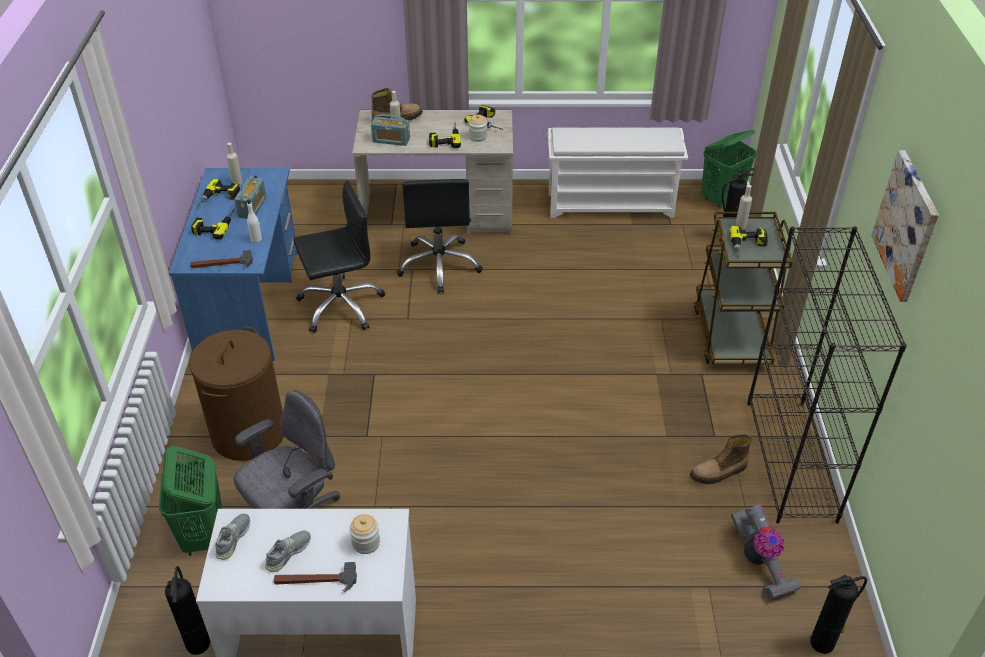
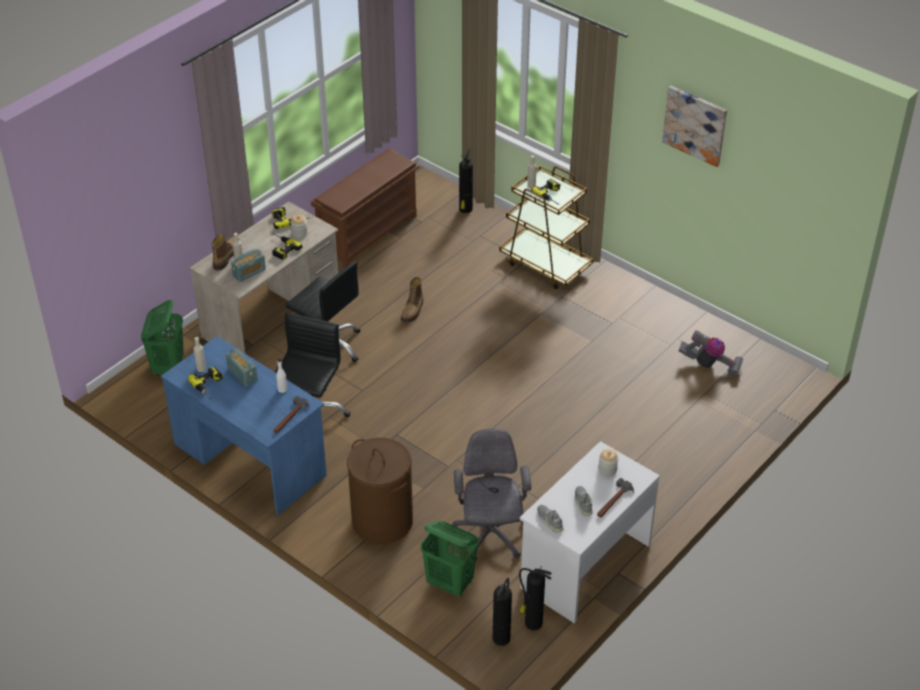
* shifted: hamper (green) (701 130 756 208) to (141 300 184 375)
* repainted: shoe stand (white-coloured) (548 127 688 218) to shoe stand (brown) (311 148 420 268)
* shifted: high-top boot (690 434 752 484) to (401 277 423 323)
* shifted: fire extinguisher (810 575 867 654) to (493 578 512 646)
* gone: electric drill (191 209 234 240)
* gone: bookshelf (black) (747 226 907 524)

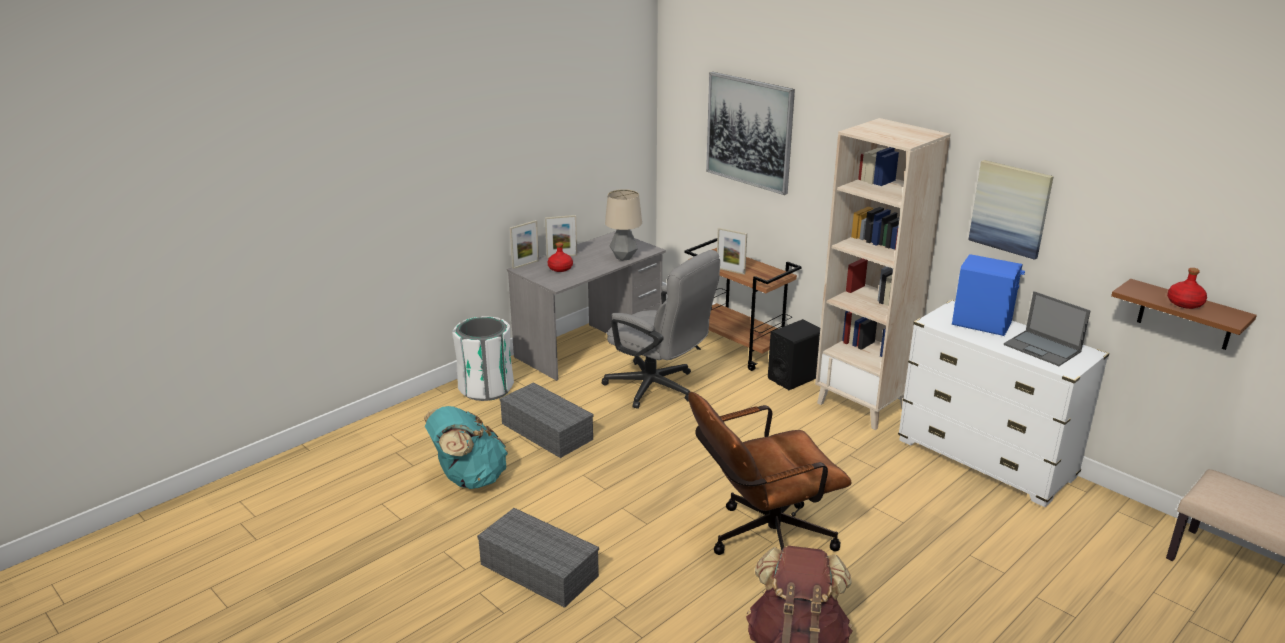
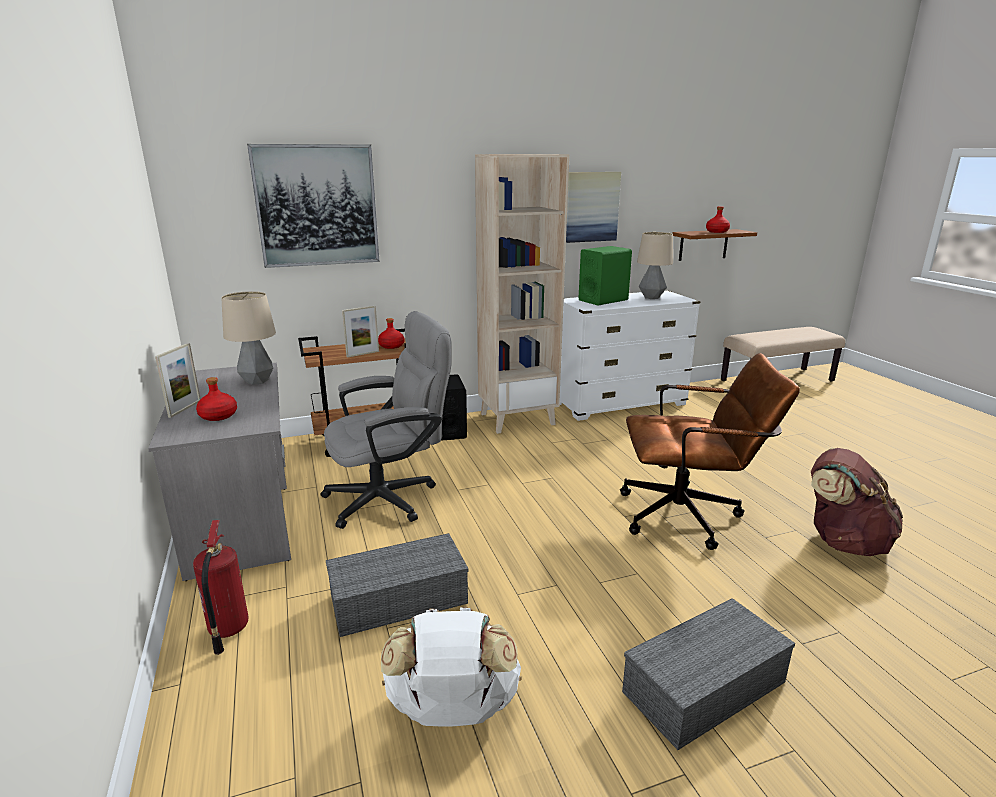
* swapped: trash can (white-coloured) (452 316 514 401) to fire extinguisher (193 520 248 655)
* new: drink bottle (red) (378 318 404 349)
* repainted: rucksack (turquoise) (424 406 508 489) to rucksack (white-coloured) (381 607 522 727)
* repainted: loudspeaker (blue) (952 254 1025 336) to loudspeaker (green) (579 246 632 305)
* rotated: computer chair (brown) (688 392 852 555) = (620 353 800 550) 90 degrees counterclockwise
* swapped: laptop (1004 291 1091 366) to table lamp (637 232 673 299)
* gone: photo frame (510 220 539 269)

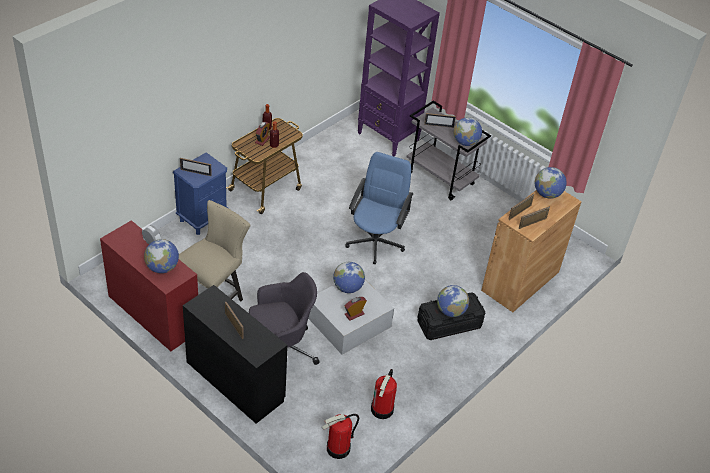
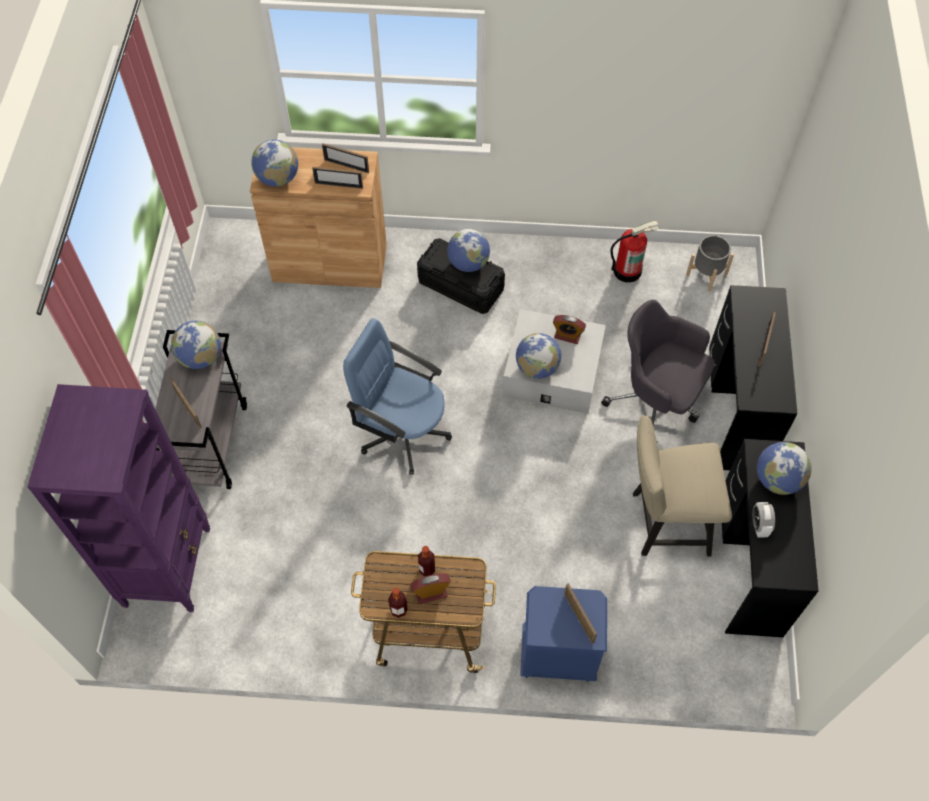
* rotated: computer chair (blue) (346 152 413 264) = (343 318 452 475) 45 degrees clockwise
* swapped: fire extinguisher (322 414 359 459) to planter (gray) (686 235 734 291)
* repainted: desk unit (red) (100 220 198 351) to desk unit (black) (722 439 819 637)

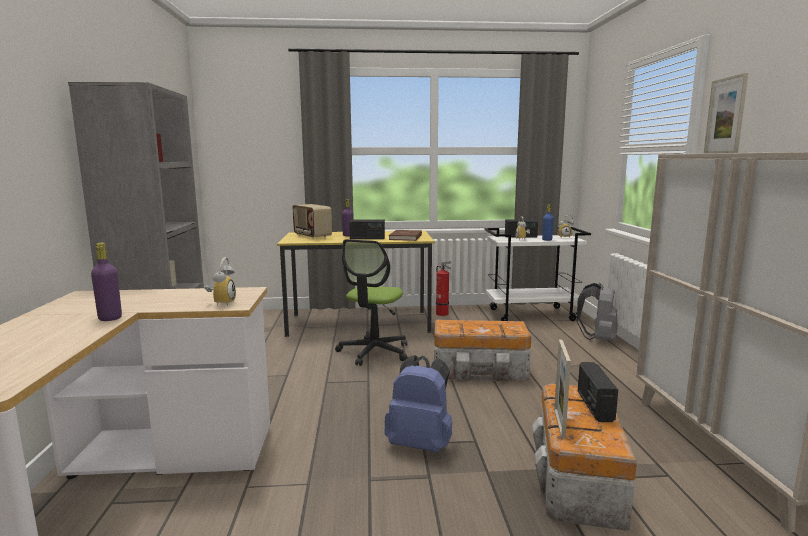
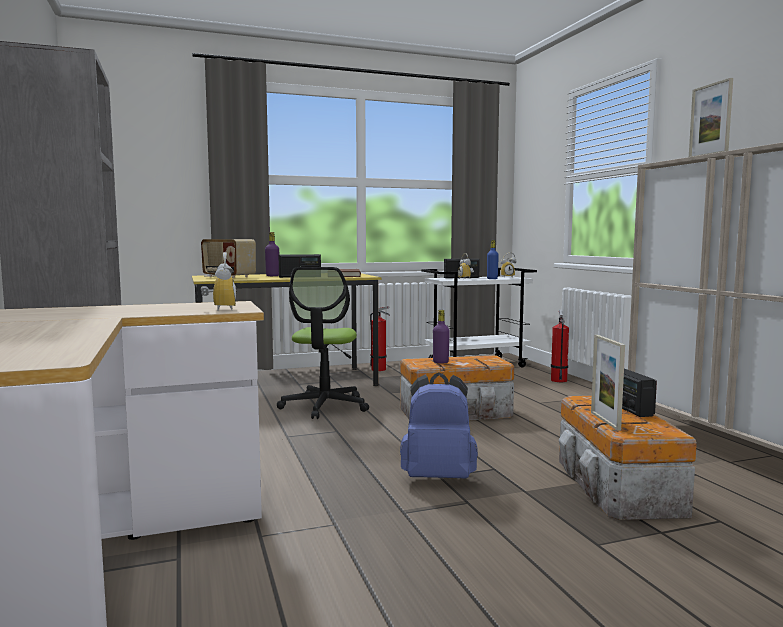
* shifted: drink bottle (purplish) (91 242 122 321) to (433 310 450 364)
* swapped: rucksack (gray) (577 283 618 341) to fire extinguisher (551 309 569 382)

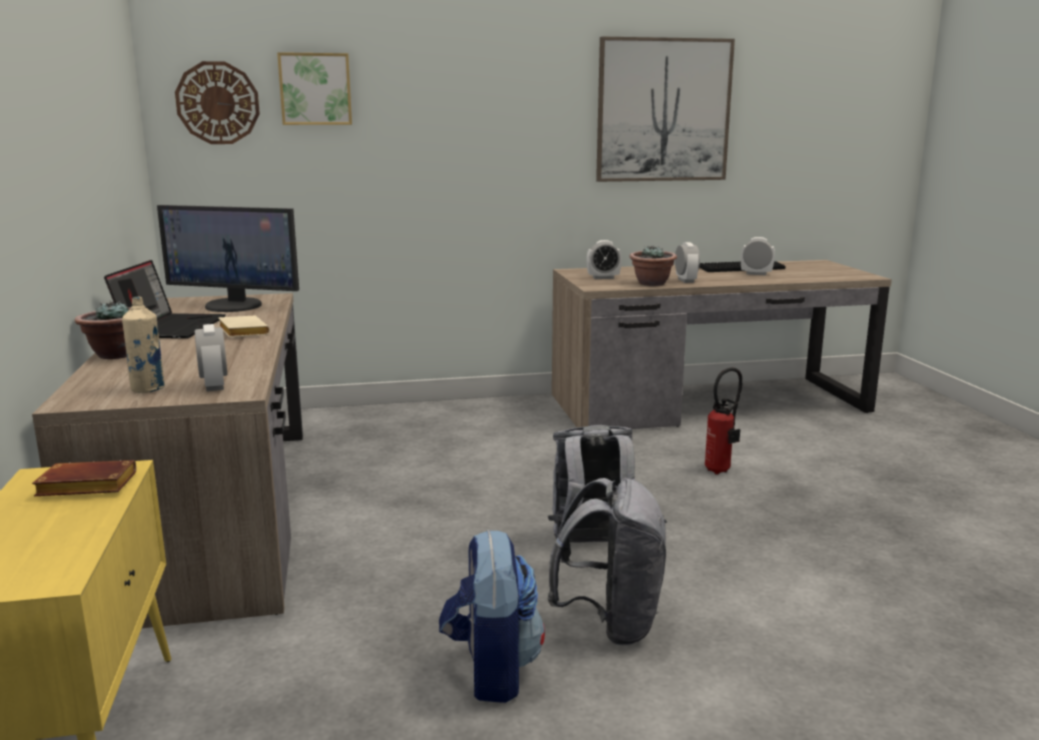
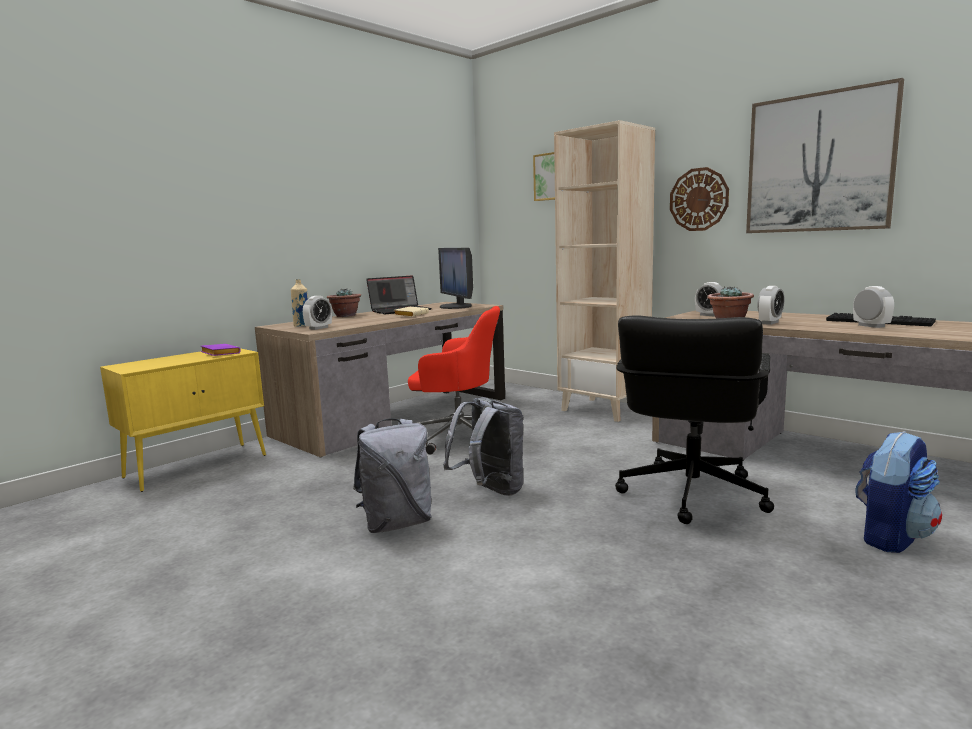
* repainted: book (brown) (32 460 136 496) to book (purplish) (201 344 241 356)
* new: computer chair (red) (408 306 500 454)
* new: bookshelf (beige-coloured) (554 120 655 422)
* swapped: fire extinguisher (705 368 743 475) to computer chair (black) (615 315 774 524)
* shifted: wall clock (175 61 260 144) to (670 167 729 231)
* shifted: rucksack (439 530 545 703) to (855 431 942 553)

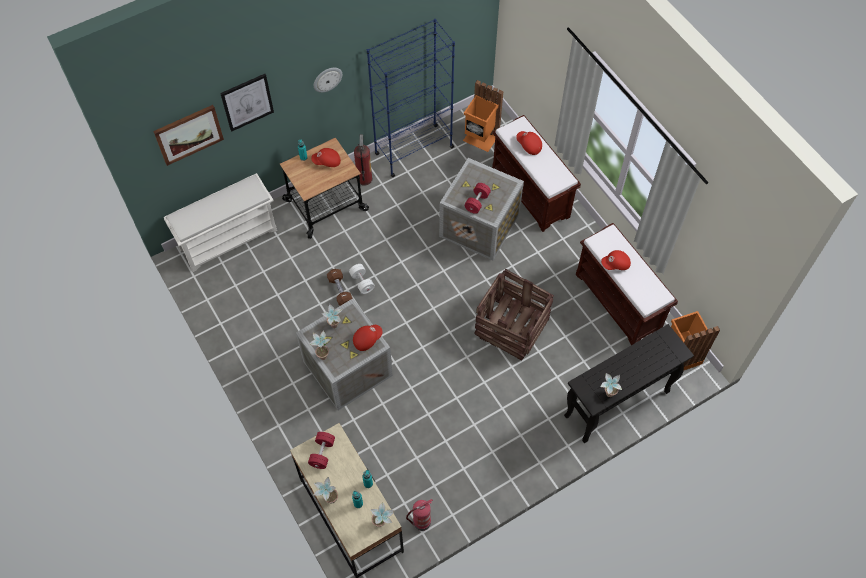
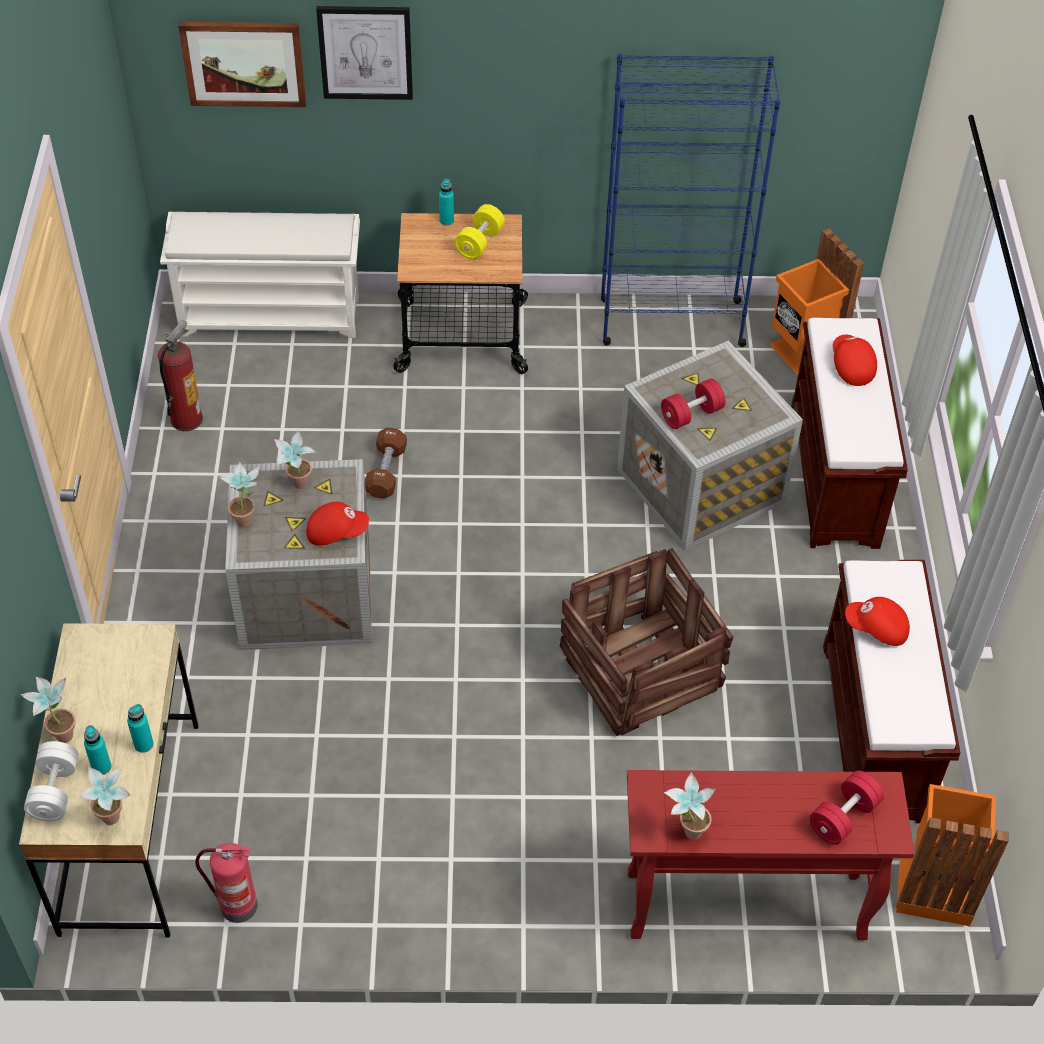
* shifted: free weight (white-coloured) (349 264 375 294) to (24 741 79 821)
* shifted: fire extinguisher (354 134 372 185) to (158 320 203 431)
* swapped: baseball cap (red) (311 148 341 167) to free weight (yellow-coloured) (454 204 505 259)
* repainted: console table (black) (564 324 694 443) to console table (red) (627 770 915 940)
* shifted: free weight (red) (308 432 335 469) to (809 771 884 845)
* gone: wall clock (314 68 342 93)

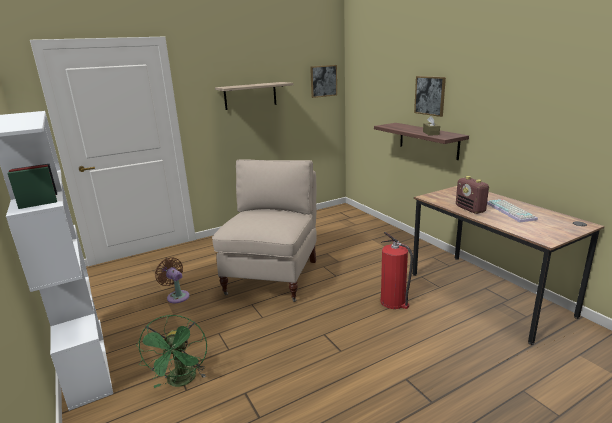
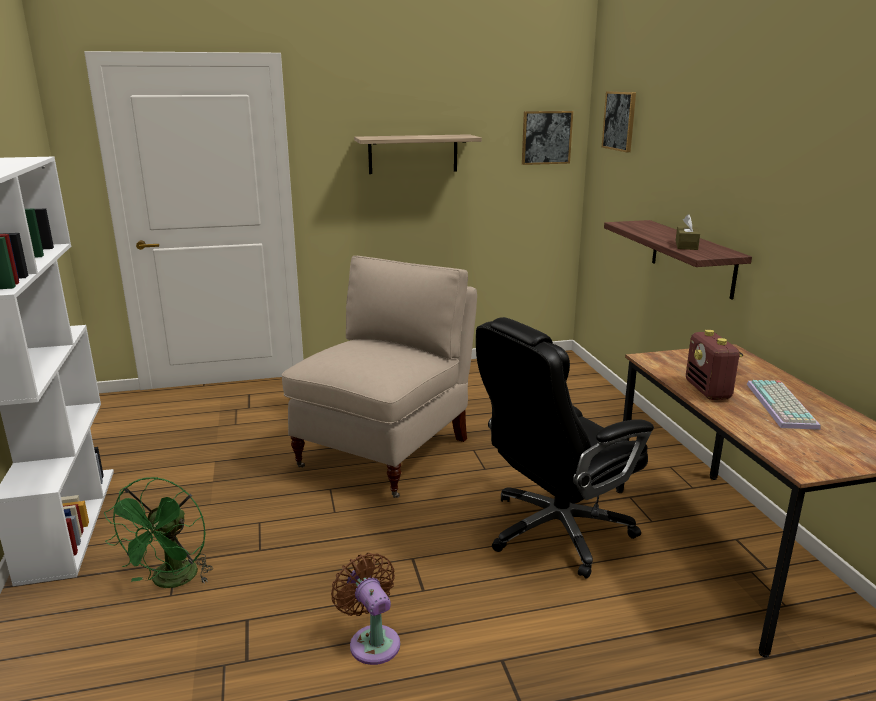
* shifted: fan (brown) (155 257 190 303) to (331 553 400 665)
* swapped: fire extinguisher (380 232 413 309) to computer chair (black) (476 317 654 579)
* shifted: wall picture (414 76 446 117) to (602 91 636 152)

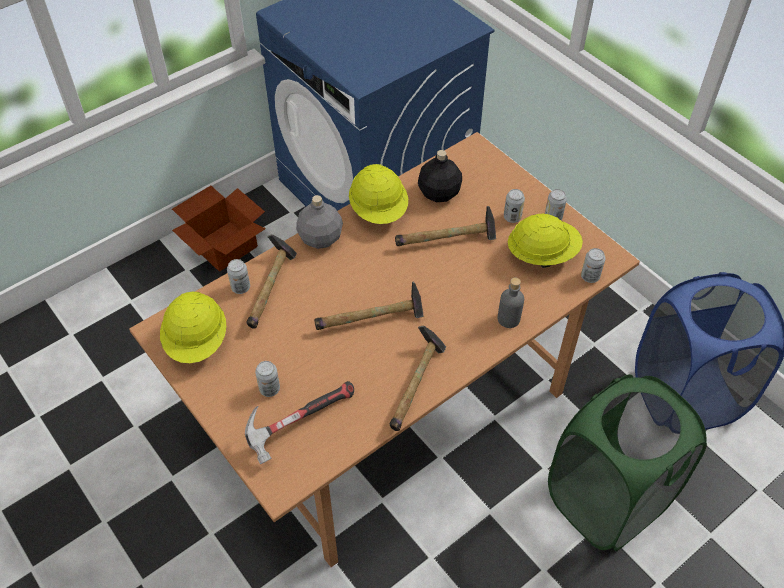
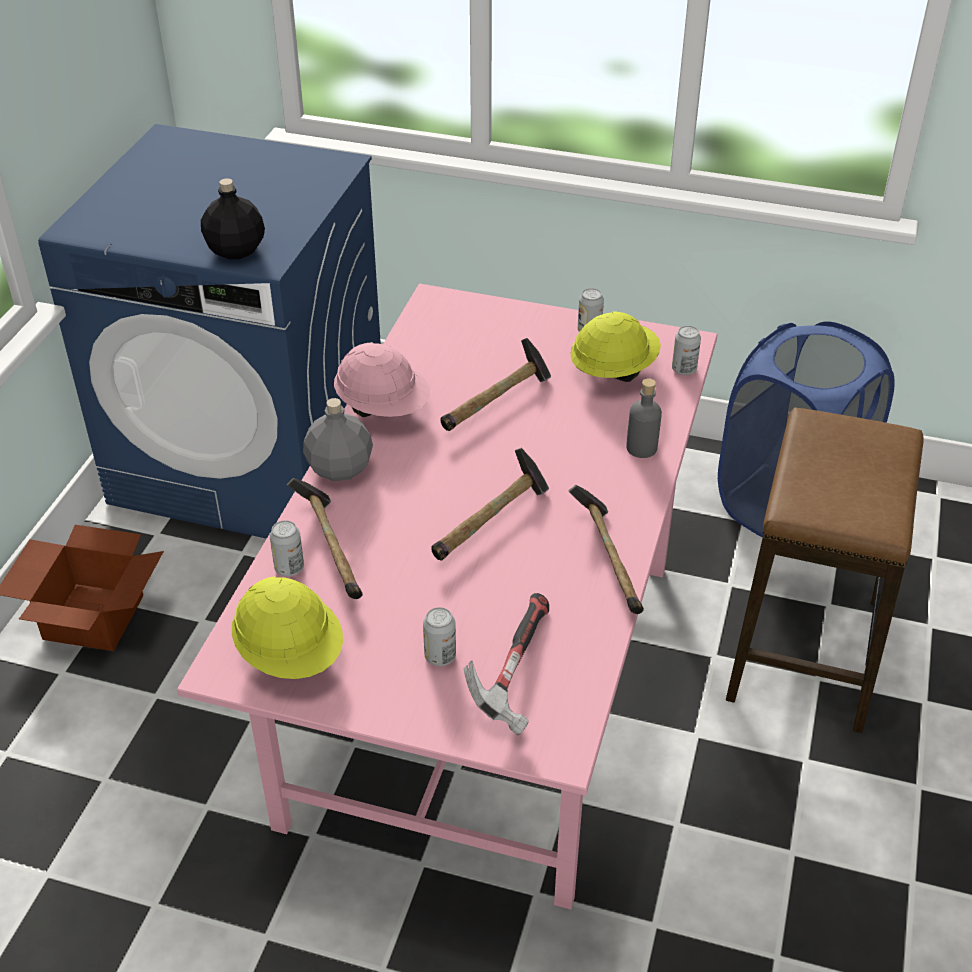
* repainted: kitchen table (brown) (129 132 640 567) to kitchen table (pink) (177 283 718 909)
* shifted: drink bottle (black) (418 150 462 202) to (201 178 265 260)
* repainted: work helmet (yellow-coloured) (349 164 408 224) to work helmet (pink) (334 342 430 417)
* swapped: hamper (green) (548 374 707 551) to stool (726 407 924 733)
* gone: metal can (504 189 525 223)

